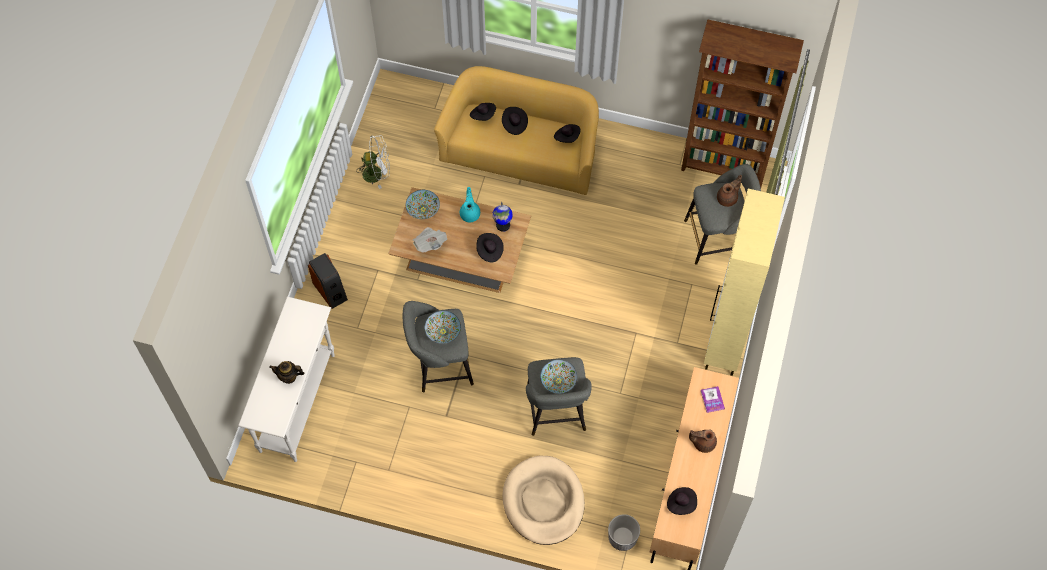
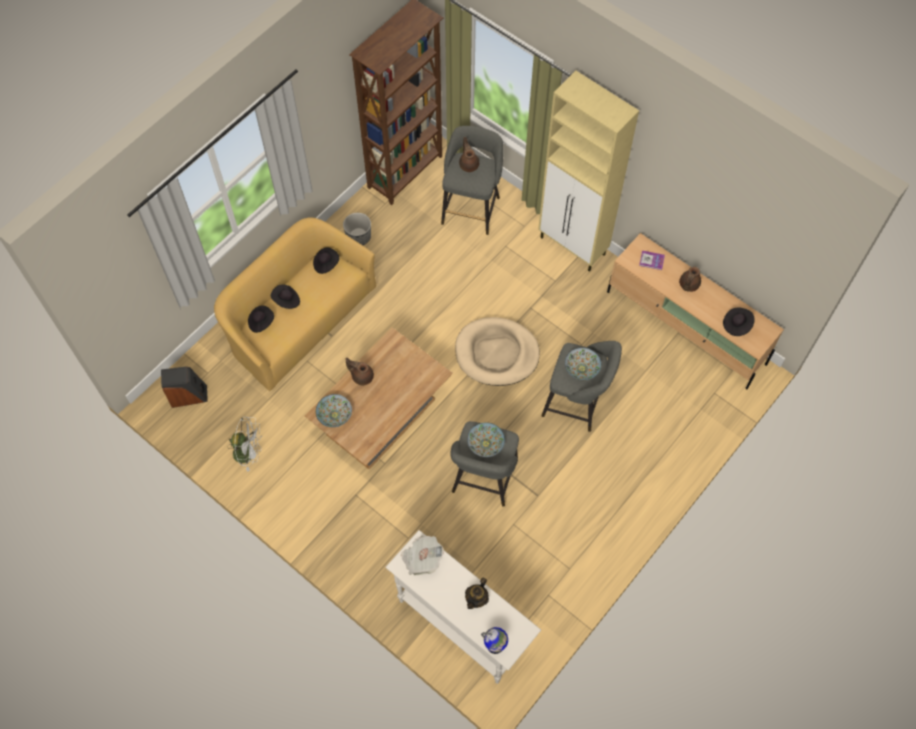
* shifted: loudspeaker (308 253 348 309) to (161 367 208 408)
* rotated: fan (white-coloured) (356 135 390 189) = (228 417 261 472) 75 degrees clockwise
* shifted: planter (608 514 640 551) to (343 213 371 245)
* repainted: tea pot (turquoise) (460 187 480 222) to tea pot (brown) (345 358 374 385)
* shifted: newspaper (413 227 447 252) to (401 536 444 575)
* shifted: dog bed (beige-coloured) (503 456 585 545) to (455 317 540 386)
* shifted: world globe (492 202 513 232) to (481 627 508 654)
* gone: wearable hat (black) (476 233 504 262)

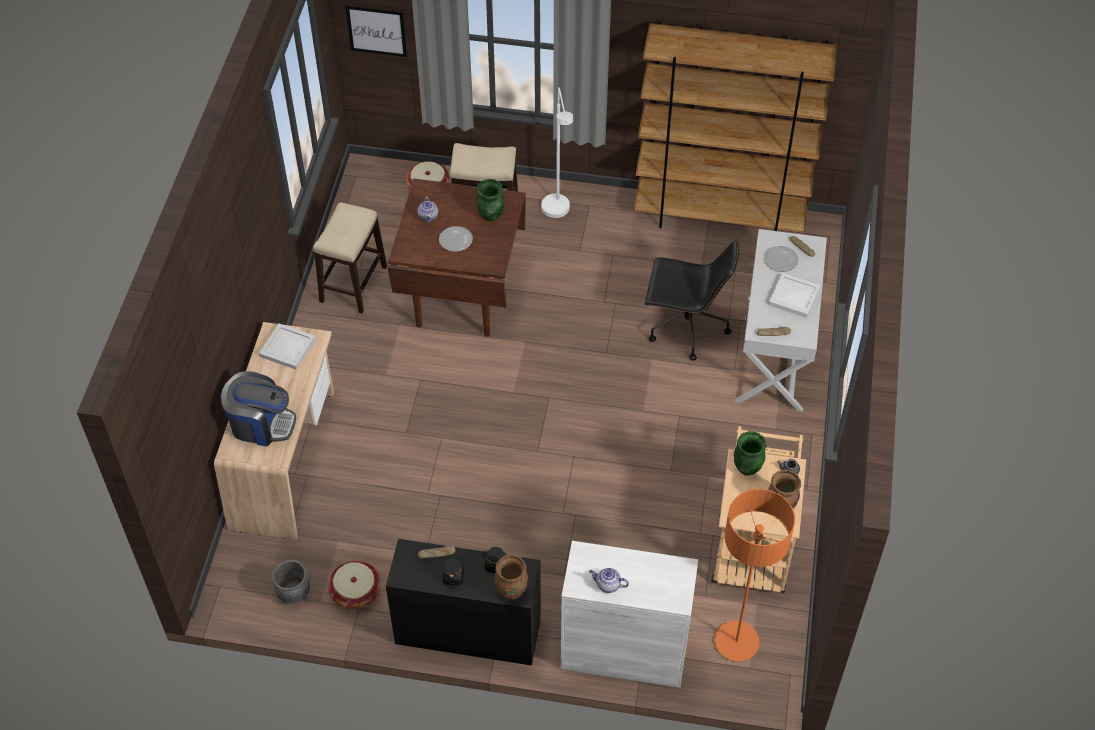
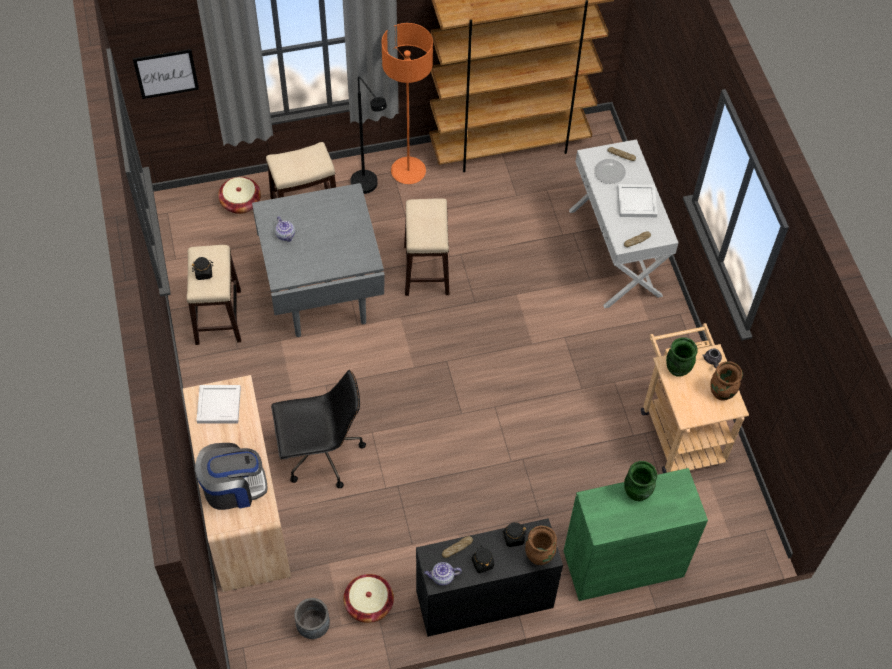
* new: preserve jar (black) (192 257 213 280)
* repainted: kitchen table (brown) (387 179 526 337) to kitchen table (gray) (252 183 385 337)
* shifted: computer chair (black) (645 239 739 360) to (271 370 366 488)
* repainted: standing lamp (white-coloured) (541 87 573 218) to standing lamp (black) (350 77 387 194)
* shifted: standing lamp (orange-coloured) (714 489 795 661) to (381 23 433 184)
* new: stool (404 198 449 296)
* shifted: tea pot (589 568 629 593) to (424 562 462 586)
* repainted: cupboard (white-coloured) (560 541 698 688) to cupboard (green) (564 468 708 601)
* shifted: vase (green) (476 179 504 221) to (624 461 657 501)
* gone: flat dish (439 226 473 252)

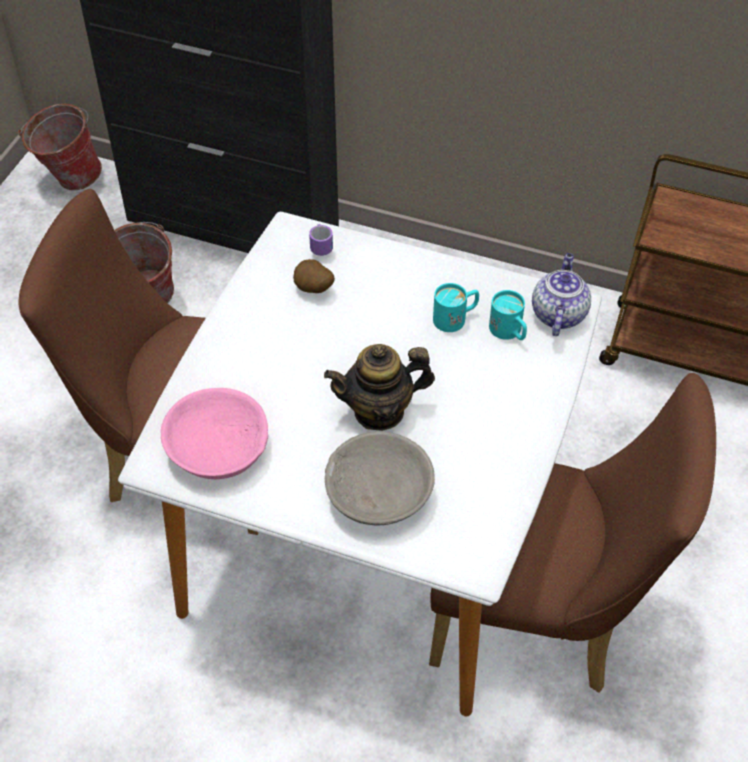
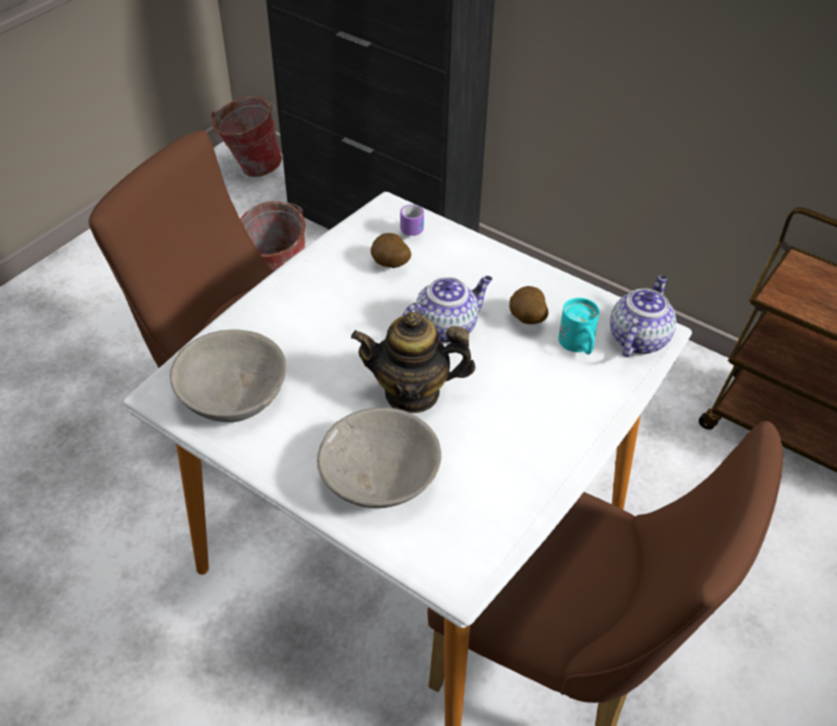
* repainted: deep dish (pink) (161 388 268 479) to deep dish (gray) (170 329 286 422)
* new: tea pot (402 276 492 343)
* swapped: coffee mug (turquoise) (433 283 479 332) to whole potato (509 286 549 324)

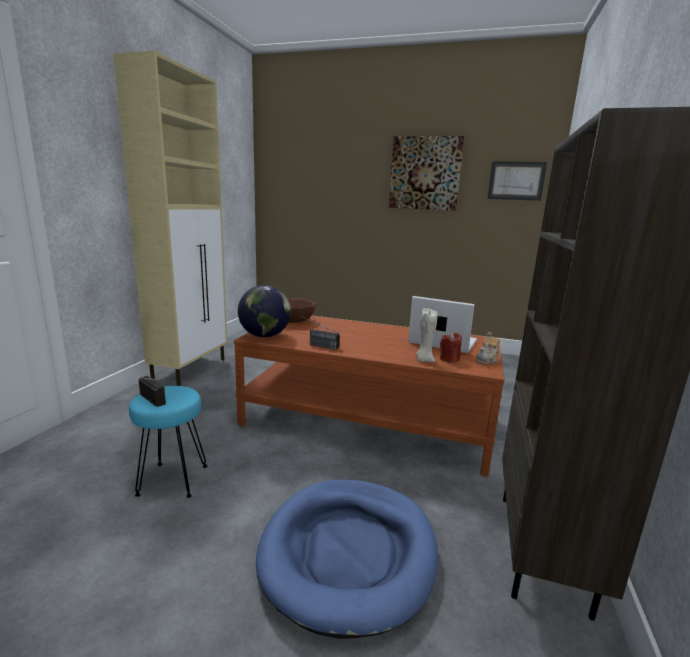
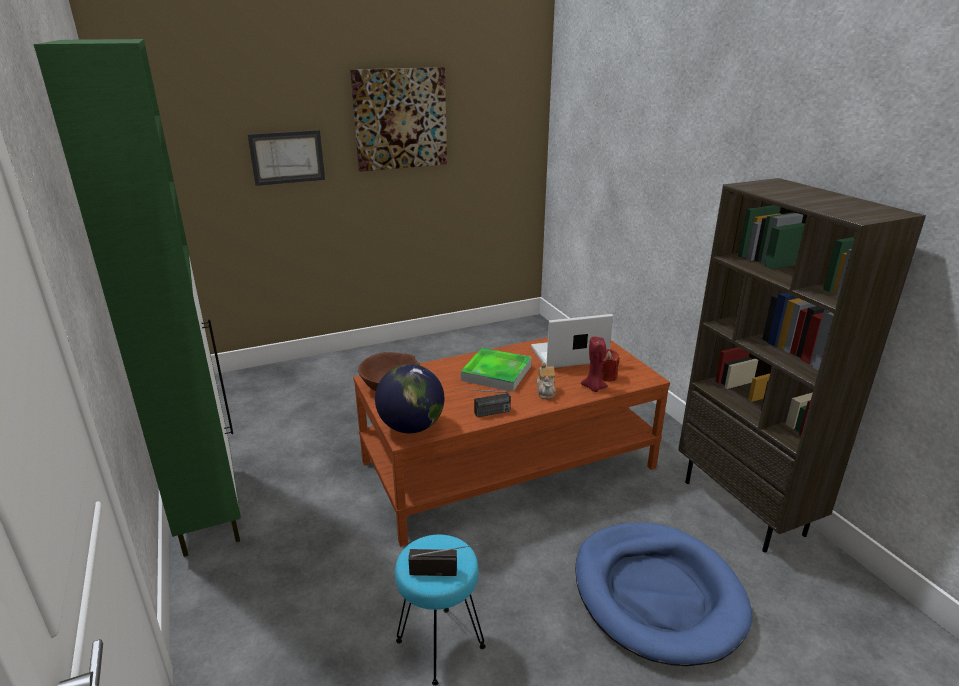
* repainted: cupboard (beige-coloured) (113 50 227 386) to cupboard (green) (34 39 241 557)
* shifted: wall picture (487 161 547 201) to (247 130 325 186)
* new: carrying tray (461 348 531 392)
* shifted: tea pot (476 332 500 364) to (537 362 556 399)
* repainted: wax light (beige-coloured) (416 308 438 362) to wax light (red) (581 337 608 392)

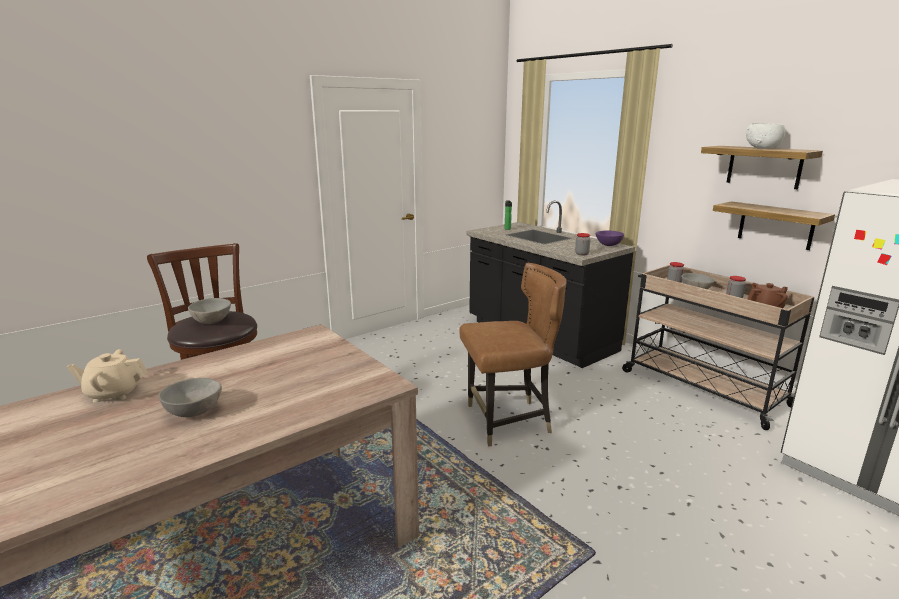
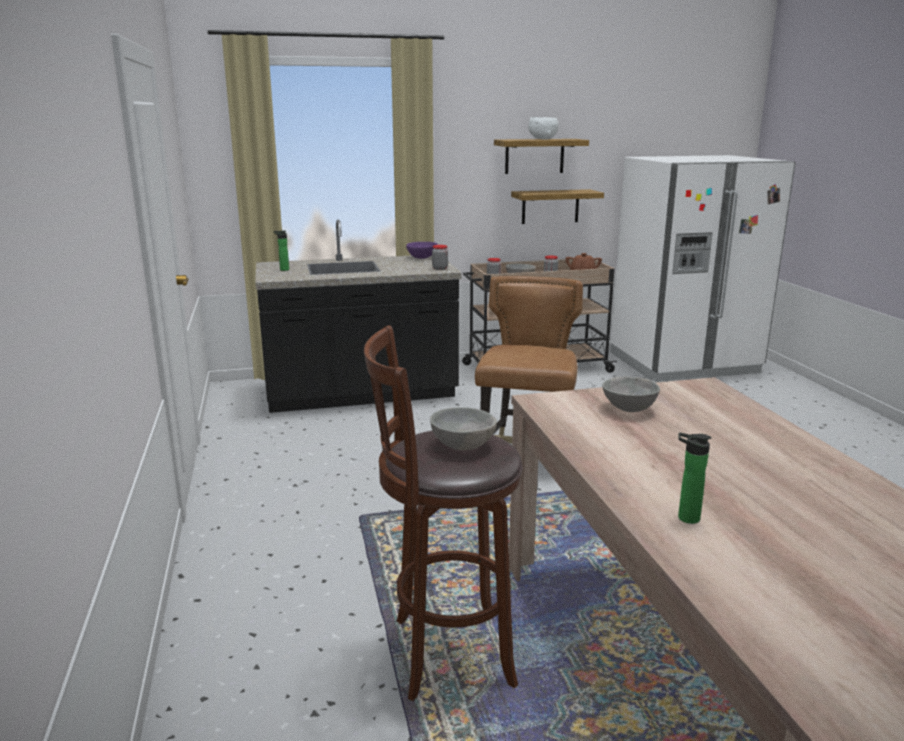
* shifted: deep dish (gray) (159 378 222 417) to (602 377 660 412)
* swapped: tea pot (beige-coloured) (67 349 147 403) to drink bottle (678 432 712 524)

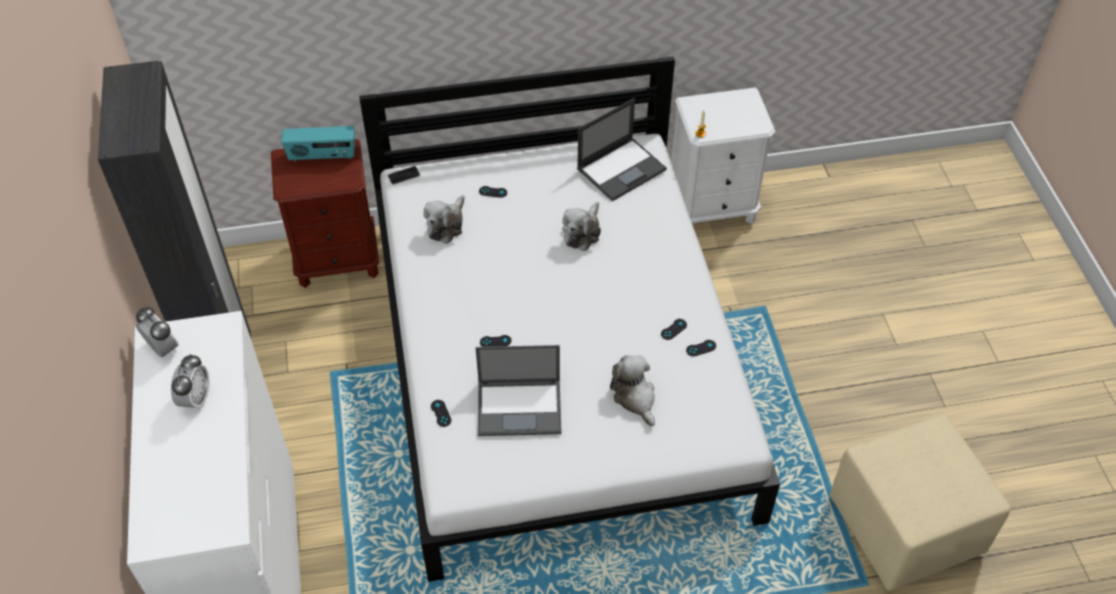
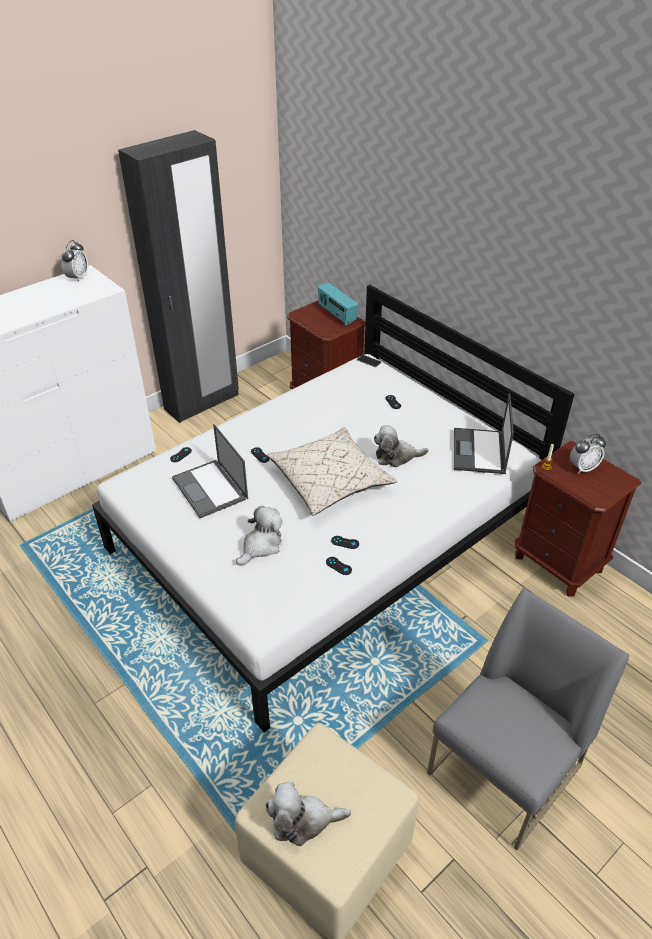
* shifted: cuddly toy (423 195 465 244) to (265 782 351 846)
* new: throw pillow (beige-coloured) (266 427 397 515)
* new: plain chair (gray) (427 588 629 850)
* rotated: laptop (577 98 667 201) = (454 393 514 474) 75 degrees clockwise
* repainted: nightstand (white-coloured) (671 87 776 225) to nightstand (brown) (514 440 641 597)
* shifted: bedside clock (171 354 210 411) to (570 434 606 474)

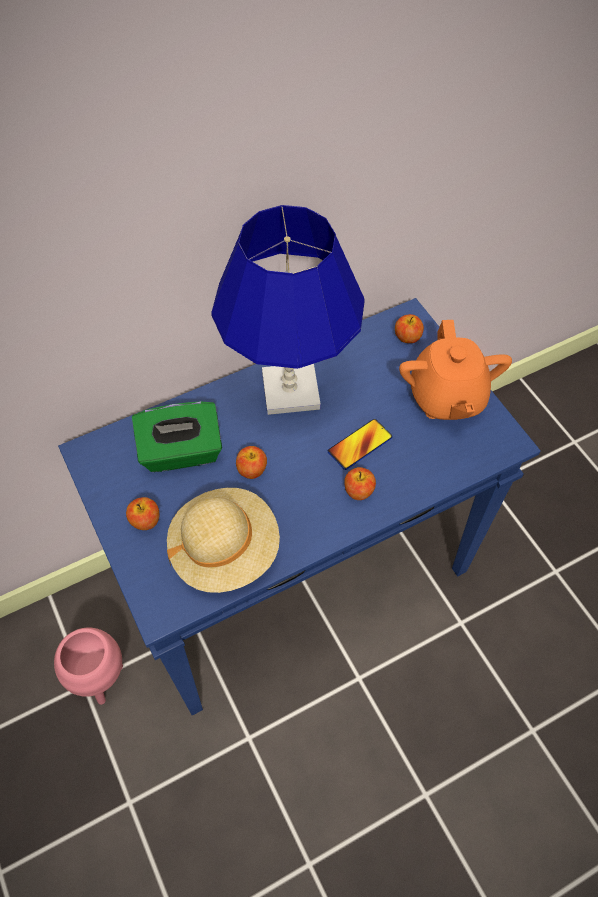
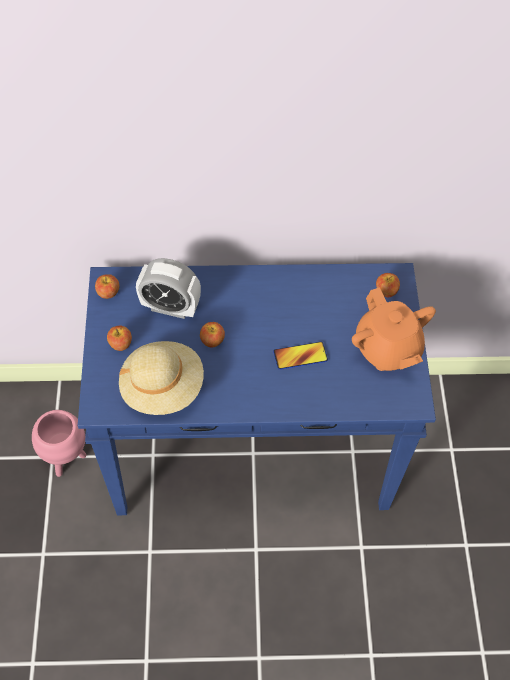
* shifted: apple (344 467 376 500) to (95 274 119 299)
* swapped: box of tissues (green) (132 401 222 472) to bedside clock (136 258 201 319)
* rotated: tea pot (orange-coloured) (399 320 512 420) = (352 287 436 371) 45 degrees counterclockwise
* gone: table lamp (blue) (211 205 365 415)

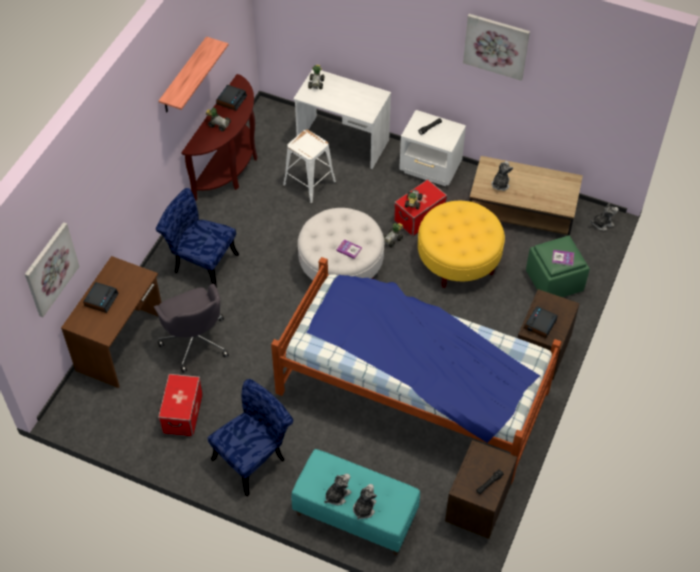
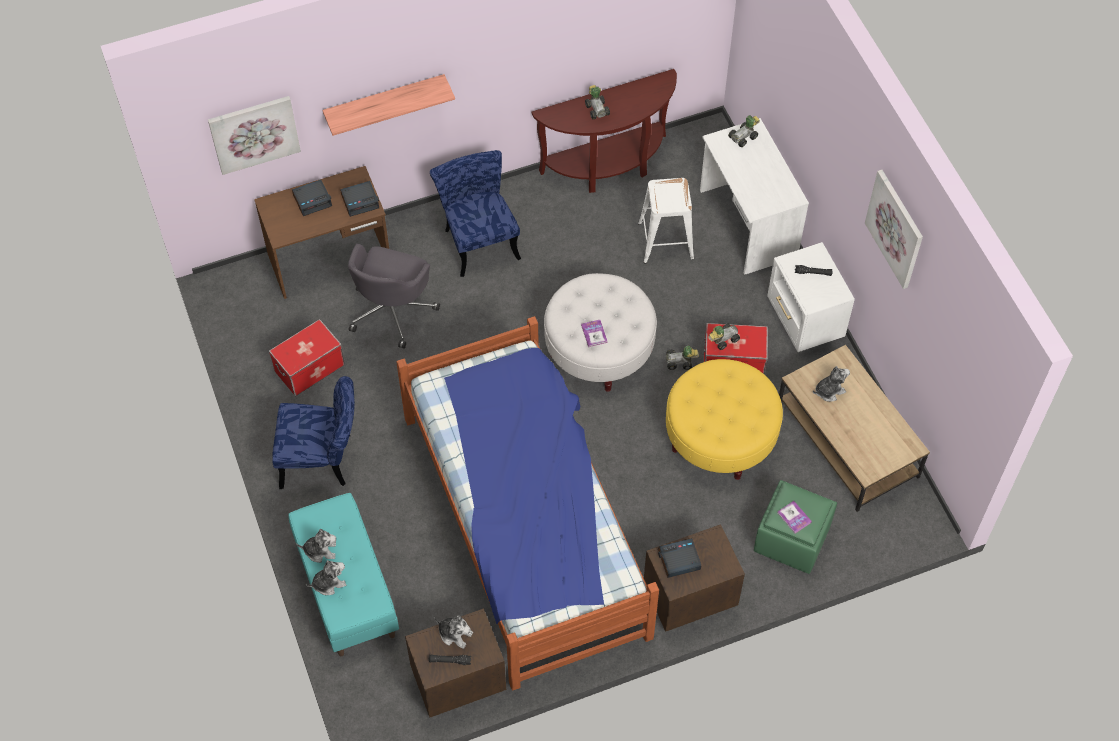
* shifted: bracket shelf (159 36 228 113) to (323 74 455 136)
* shifted: bedside clock (216 85 247 111) to (340 181 379 217)
* shifted: cuddly toy (590 203 618 230) to (434 616 473 649)

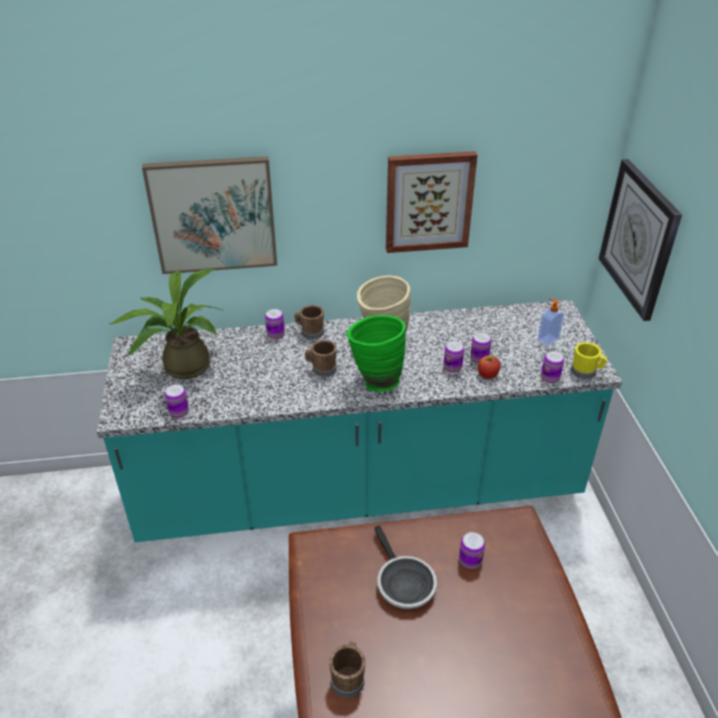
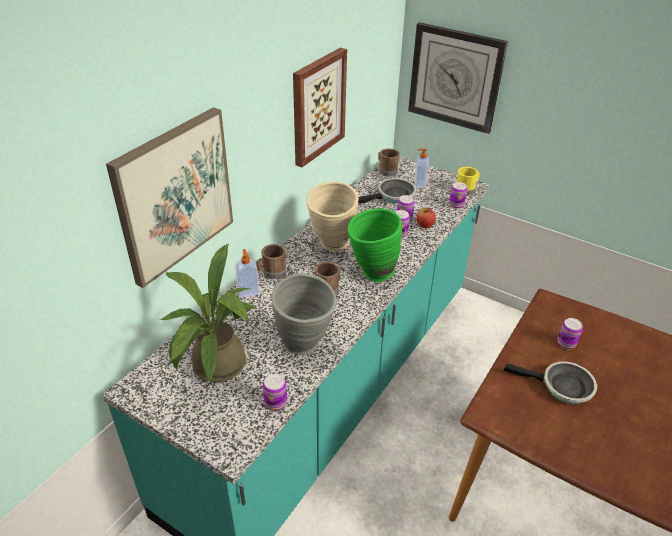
* swapped: metal can (265 309 285 339) to liquid soap bottle (236 249 259 298)
* new: vase (gray) (271 273 337 356)
* new: frying pan (358 178 416 204)
* shifted: coffee mug (brown) (329 642 365 698) to (378 149 400 176)

